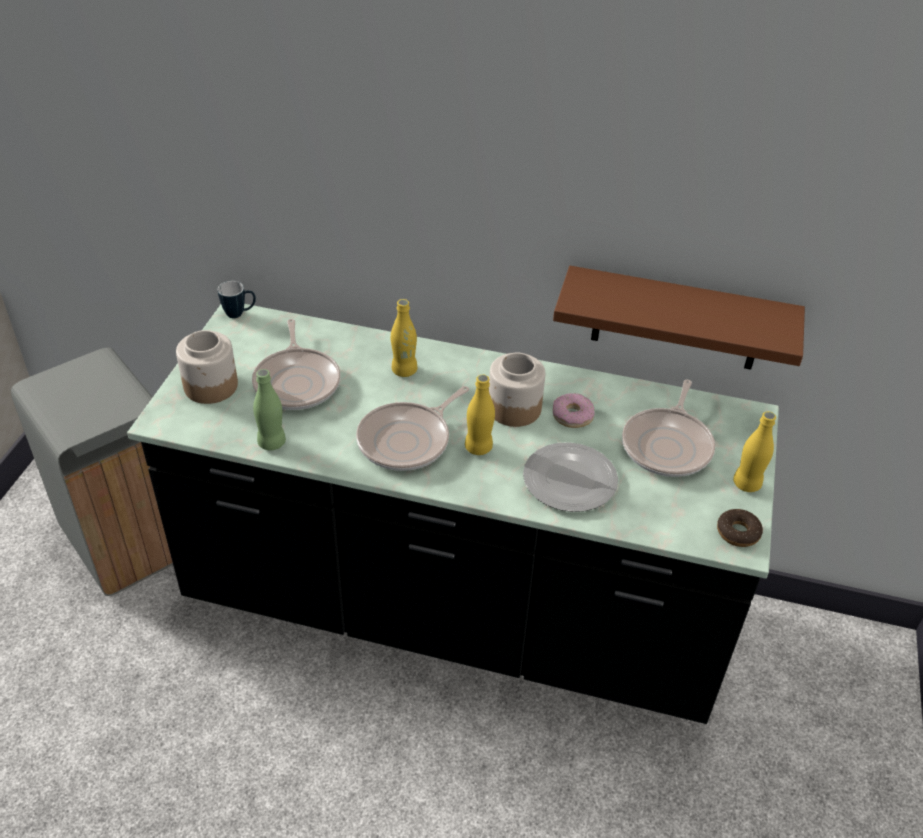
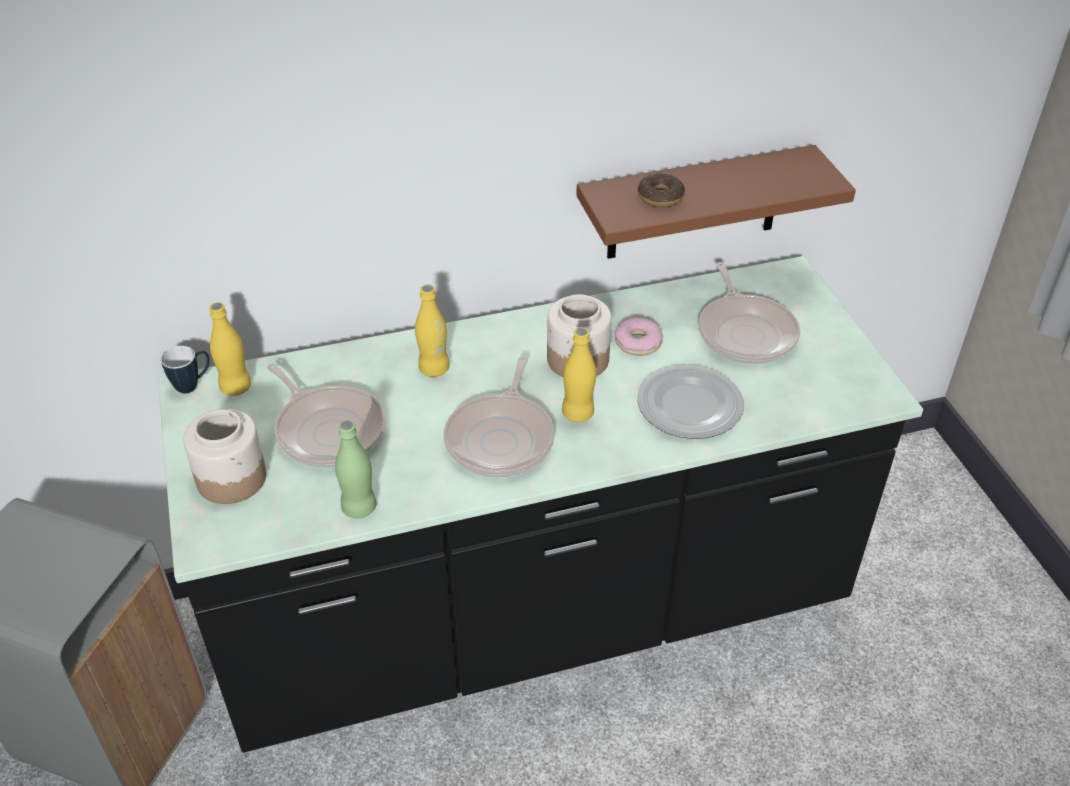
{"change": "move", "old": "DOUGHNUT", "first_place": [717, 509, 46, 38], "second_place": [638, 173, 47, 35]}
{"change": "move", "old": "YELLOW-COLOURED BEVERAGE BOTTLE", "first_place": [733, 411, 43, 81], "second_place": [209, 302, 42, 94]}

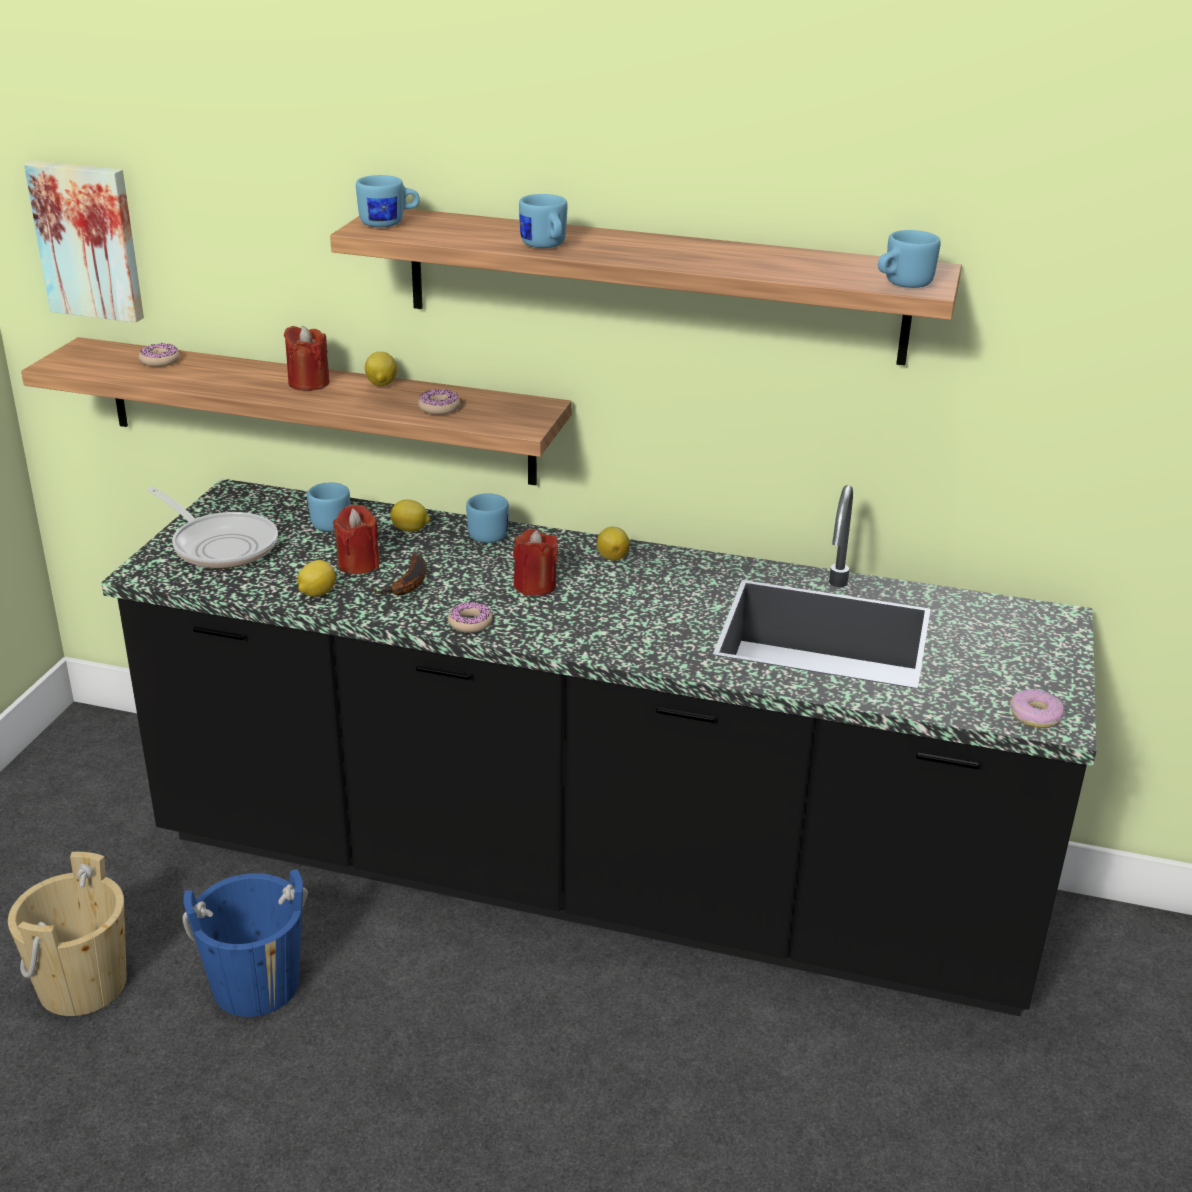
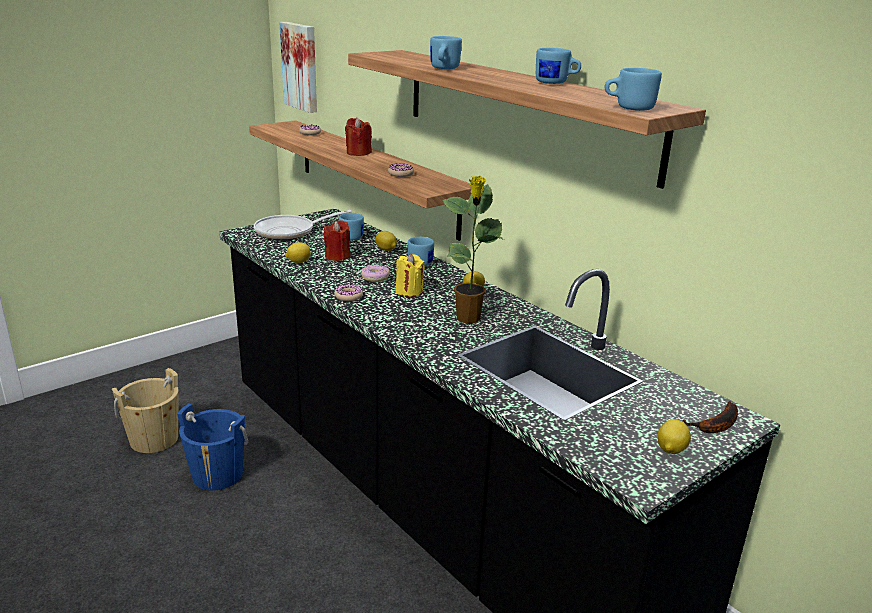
{"change": "rotate", "old": "FRYING PAN", "first_place": [147, 486, 131, 83], "second_place": [254, 210, 98, 30], "degrees": 75}
{"change": "move", "old": "BLUISH TEA MUG", "first_place": [356, 175, 64, 52], "second_place": [536, 48, 45, 36]}
{"change": "move", "old": "LEMON", "first_place": [365, 352, 32, 34], "second_place": [657, 419, 34, 35]}
{"change": "move", "old": "BANANA FRUIT", "first_place": [373, 554, 53, 41], "second_place": [683, 401, 55, 32]}
{"change": "recolor", "old": "RED WAX LIGHT", "new": "YELLOW-COLOURED WAX LIGHT", "first_place": [513, 529, 45, 67], "second_place": [396, 254, 29, 43]}
{"change": "move", "old": "DOUGHNUT", "first_place": [1010, 689, 54, 39], "second_place": [361, 264, 29, 18]}
{"change": "insert", "new": "HOUSEPLANT", "second_place": [443, 176, 61, 148]}

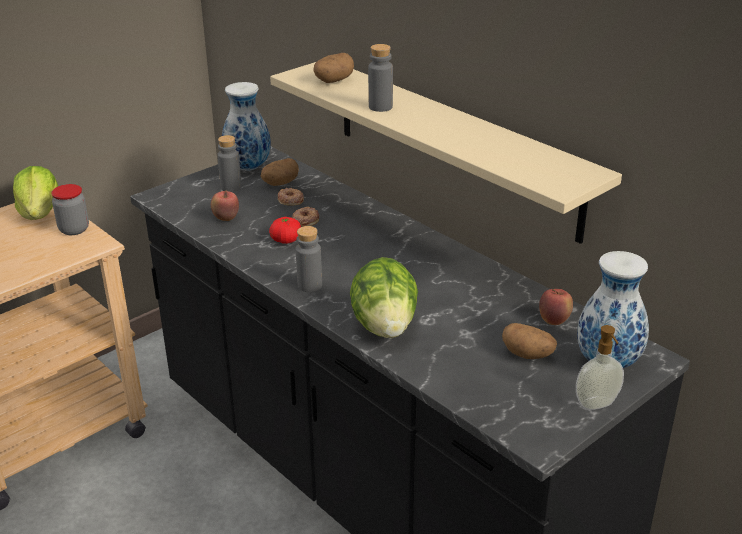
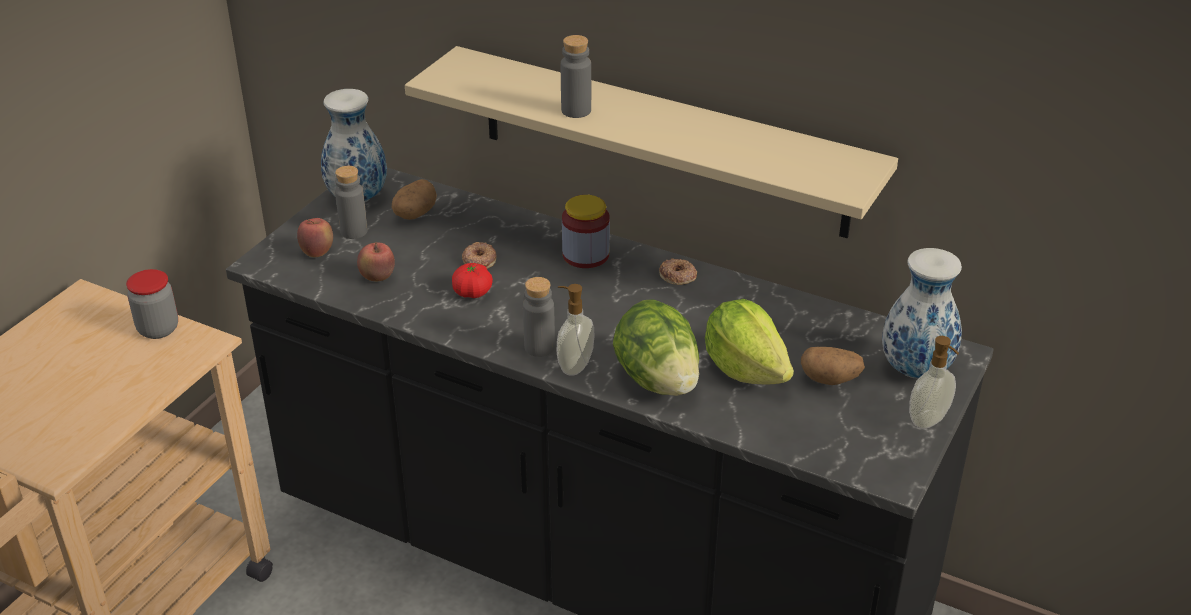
{"change": "move", "old": "HEAD OF LETTUCE", "first_place": [13, 166, 45, 54], "second_place": [705, 299, 89, 86]}
{"change": "move", "old": "DOUGHNUT", "first_place": [278, 188, 26, 18], "second_place": [659, 258, 38, 27]}
{"change": "delete", "old": "SPUD", "first_place": [313, 53, 41, 30]}
{"change": "move", "old": "WHOLE APPLE", "first_place": [539, 289, 34, 36], "second_place": [297, 218, 36, 39]}
{"change": "insert", "new": "SOAP BOTTLE", "second_place": [557, 284, 37, 92]}
{"change": "insert", "new": "JAR", "second_place": [562, 195, 48, 73]}

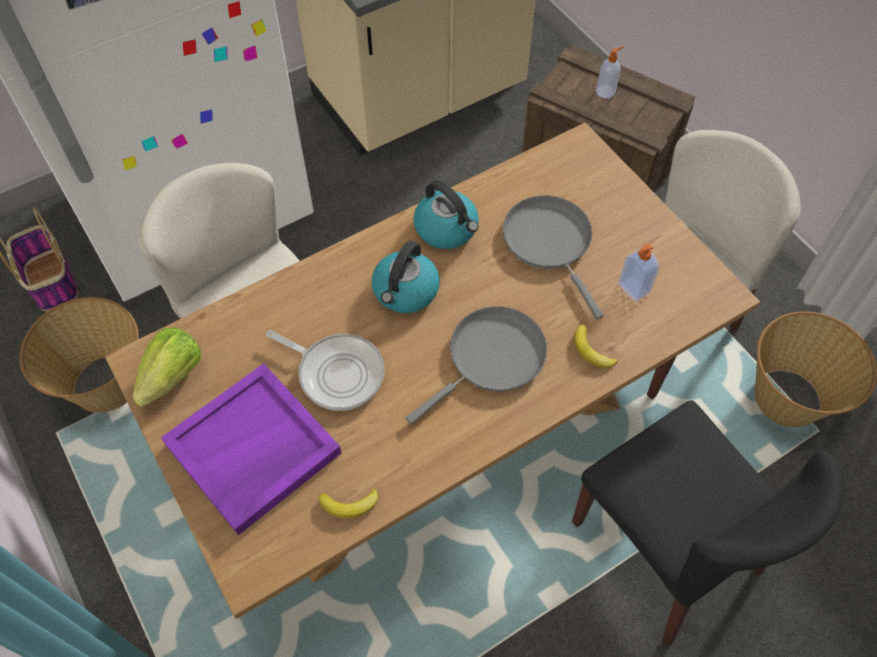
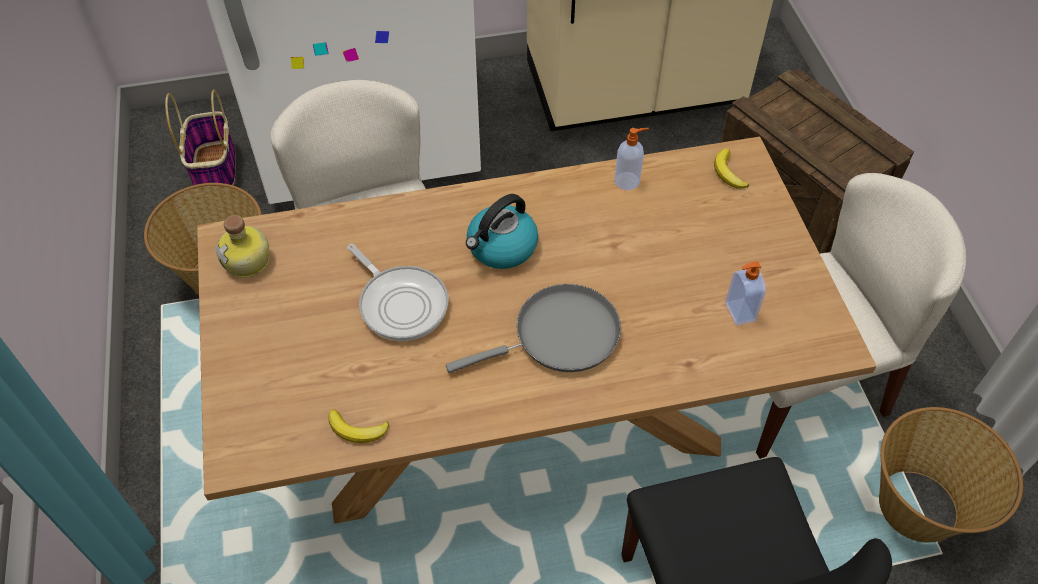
{"change": "replace", "old": "HEAD OF LETTUCE", "new": "BEVERAGE BOTTLE", "first_place": [132, 327, 69, 80], "second_place": [215, 215, 54, 63]}
{"change": "delete", "old": "PURPLISH CARRYING TRAY", "first_place": [161, 363, 180, 172]}
{"change": "delete", "old": "KETTLE", "first_place": [414, 180, 65, 69]}
{"change": "delete", "old": "GRAY FRYING PAN", "first_place": [503, 195, 101, 125]}
{"change": "move", "old": "BANANA FRUIT", "first_place": [574, 325, 44, 43], "second_place": [714, 148, 35, 41]}
{"change": "move", "old": "SOAP BOTTLE", "first_place": [596, 46, 28, 52], "second_place": [614, 128, 35, 62]}

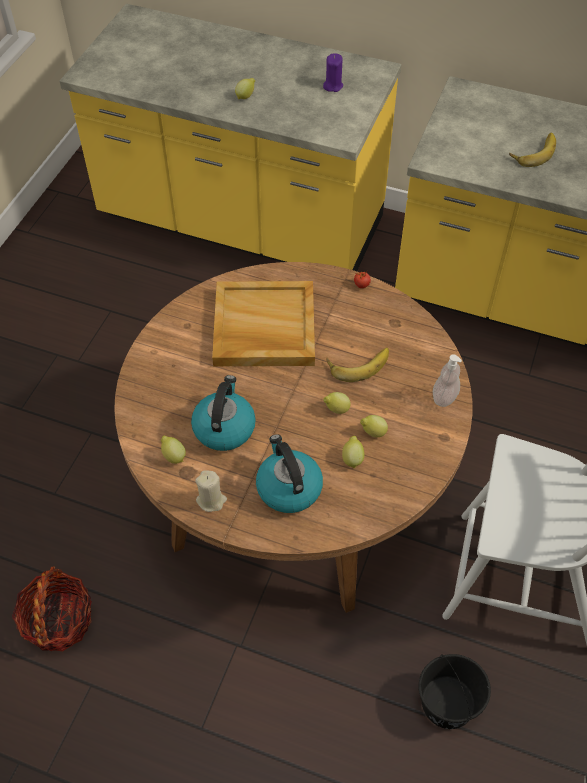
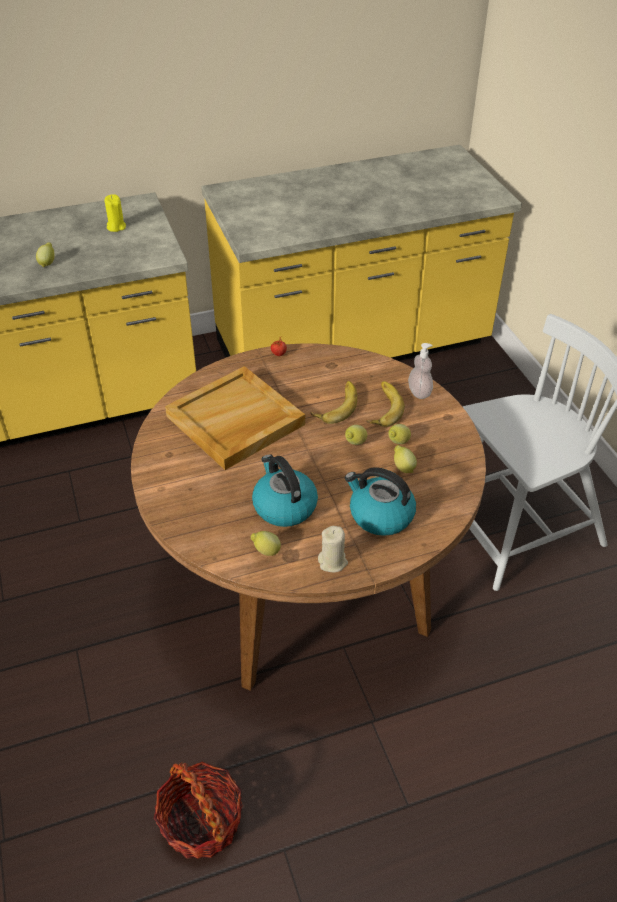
{"change": "recolor", "old": "PURPLISH WAX LIGHT", "new": "YELLOW-COLOURED WAX LIGHT", "first_place": [323, 53, 20, 39], "second_place": [104, 194, 22, 38]}
{"change": "delete", "old": "BLACKISH PAIL", "first_place": [419, 654, 72, 75]}
{"change": "move", "old": "BANANA FRUIT", "first_place": [509, 133, 47, 34], "second_place": [366, 381, 39, 46]}

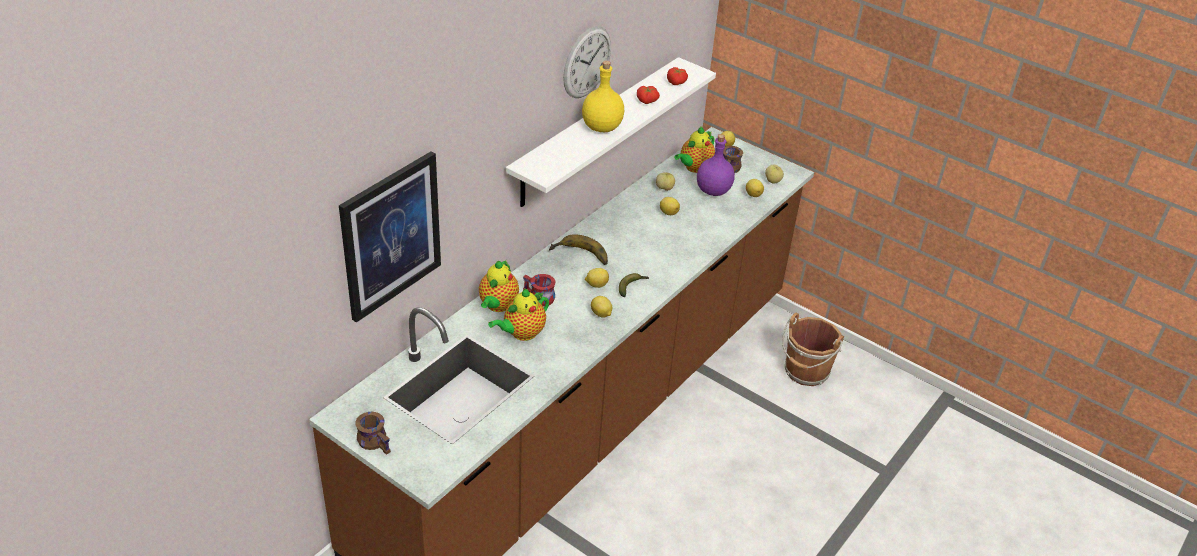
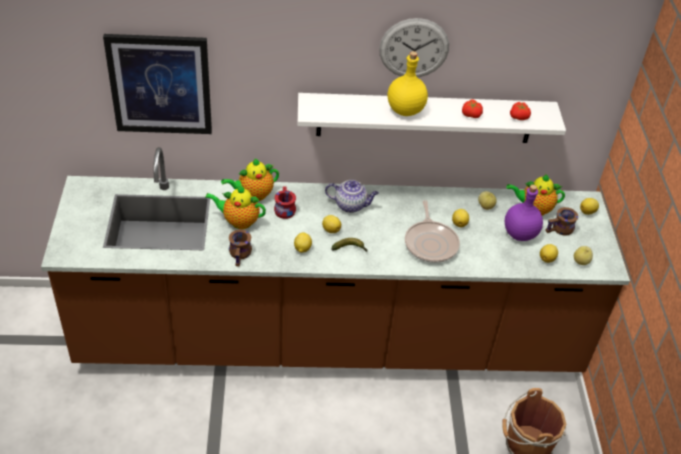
{"change": "move", "old": "BROWN TEA MUG", "first_place": [355, 412, 36, 43], "second_place": [229, 230, 23, 37]}
{"change": "replace", "old": "BANANA FRUIT", "new": "POT FOR TEA", "first_place": [549, 234, 59, 31], "second_place": [325, 180, 54, 33]}
{"change": "insert", "new": "FRYING PAN", "second_place": [405, 200, 55, 63]}

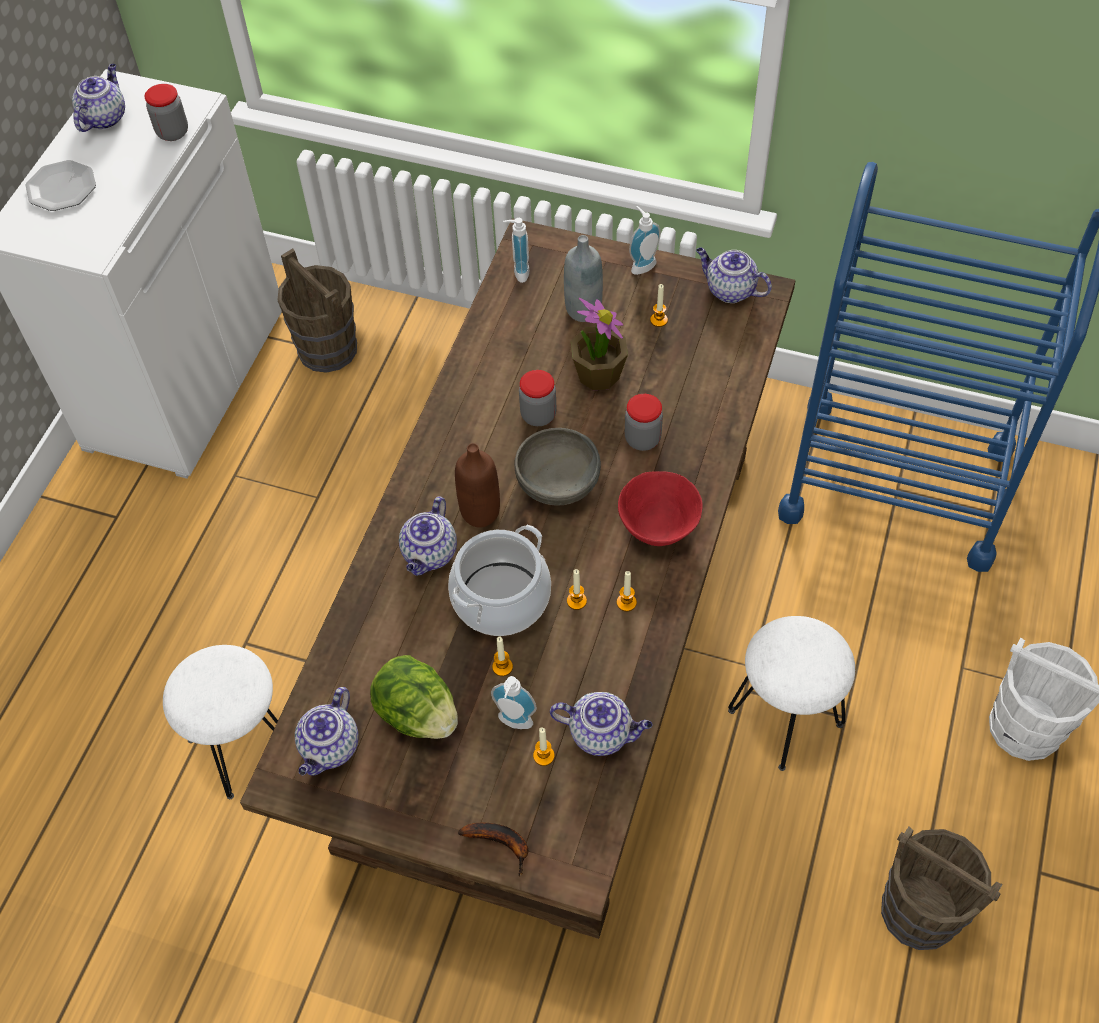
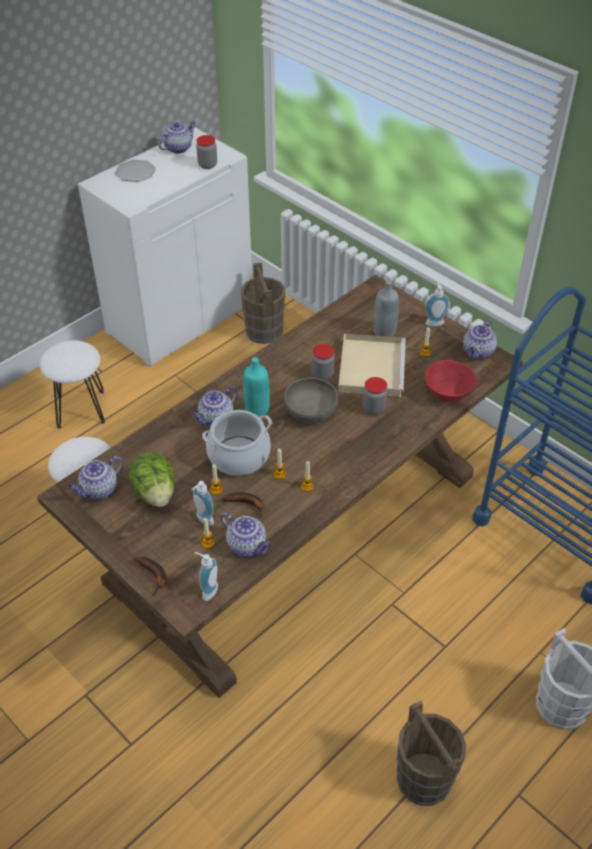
{"change": "recolor", "old": "BROWN BEVERAGE BOTTLE", "new": "TURQUOISE BEVERAGE BOTTLE", "first_place": [455, 443, 45, 84], "second_place": [243, 357, 27, 60]}
{"change": "move", "old": "SOAP BOTTLE", "first_place": [503, 218, 27, 65], "second_place": [195, 552, 23, 49]}
{"change": "replace", "old": "HOUSEPLANT", "new": "BEIGE CARRYING TRAY", "first_place": [571, 297, 57, 93], "second_place": [338, 334, 68, 64]}
{"change": "move", "old": "RED DEEP DISH", "first_place": [618, 471, 84, 75], "second_place": [425, 360, 51, 42]}
{"change": "rotate", "old": "POT FOR TEA", "first_place": [696, 248, 76, 55], "second_place": [463, 319, 34, 40], "degrees": -120}
{"change": "move", "old": "WHITISH STOOL SEAT", "first_place": [728, 616, 127, 155], "second_place": [40, 340, 65, 89]}
{"change": "insert", "new": "BANANA FRUIT", "second_place": [222, 493, 42, 25]}

